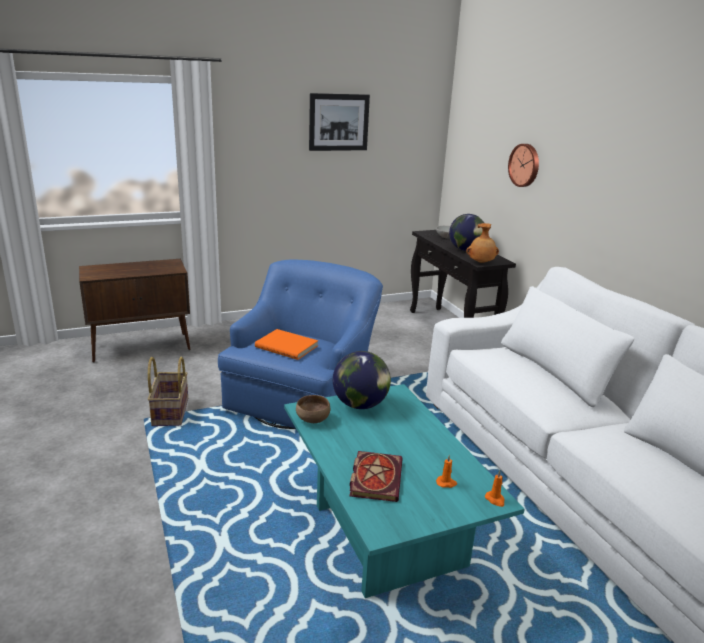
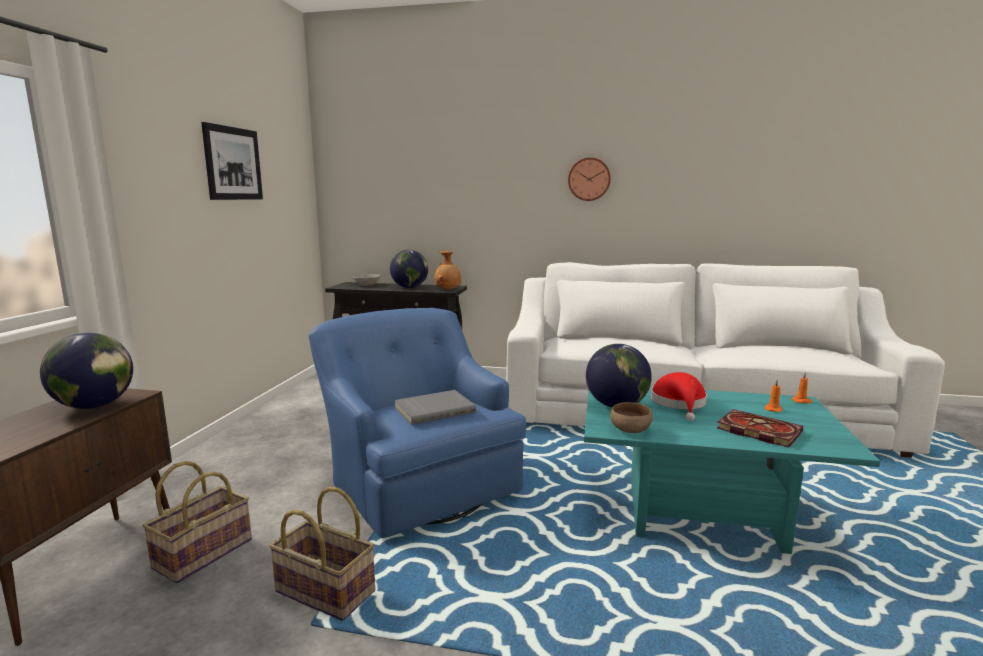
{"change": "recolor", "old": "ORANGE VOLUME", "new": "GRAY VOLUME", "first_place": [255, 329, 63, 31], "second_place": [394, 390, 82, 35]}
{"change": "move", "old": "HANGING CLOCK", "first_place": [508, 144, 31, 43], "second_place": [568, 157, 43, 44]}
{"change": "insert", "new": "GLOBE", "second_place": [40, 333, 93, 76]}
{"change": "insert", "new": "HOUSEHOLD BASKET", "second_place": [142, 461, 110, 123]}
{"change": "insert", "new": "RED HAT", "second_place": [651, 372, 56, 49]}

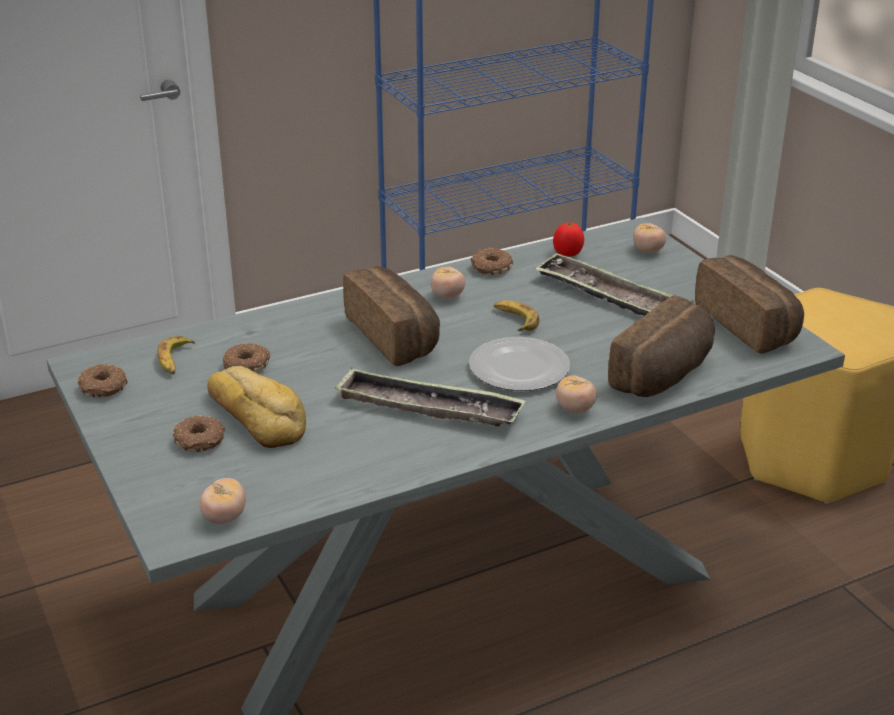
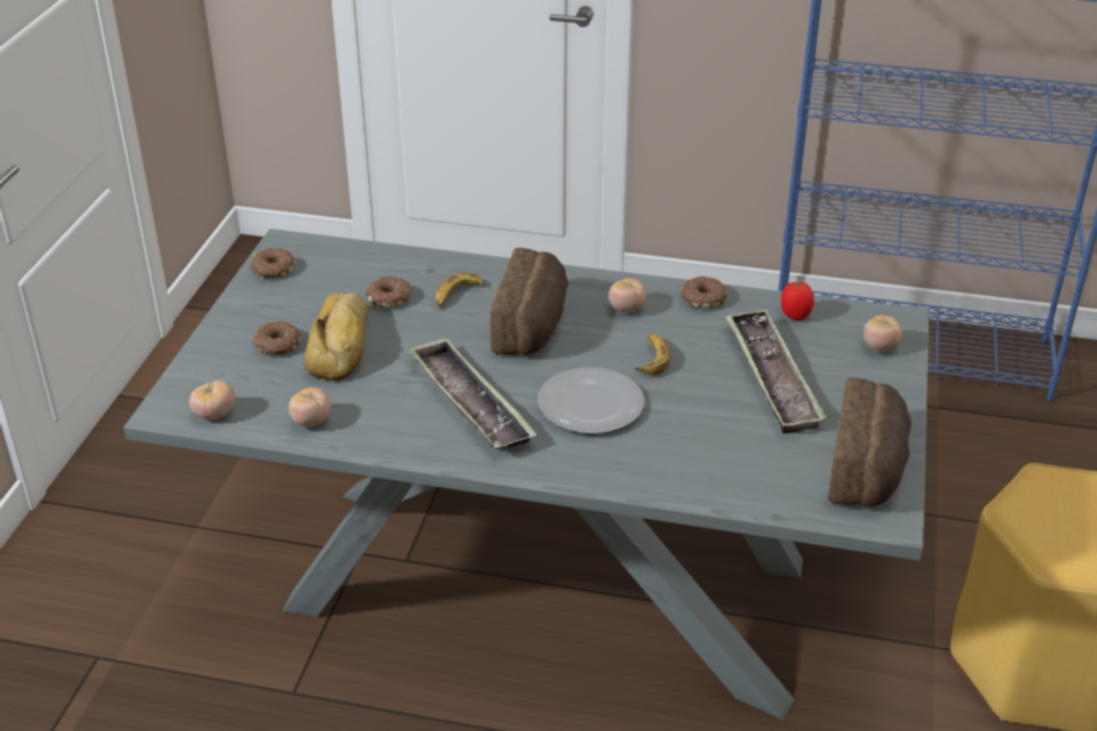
{"change": "move", "old": "BANANA FRUIT", "first_place": [157, 335, 38, 40], "second_place": [435, 273, 50, 34]}
{"change": "move", "old": "WHOLE TOMATO", "first_place": [556, 375, 41, 38], "second_place": [289, 387, 42, 40]}
{"change": "delete", "old": "BAKERY BREAD", "first_place": [608, 296, 107, 101]}

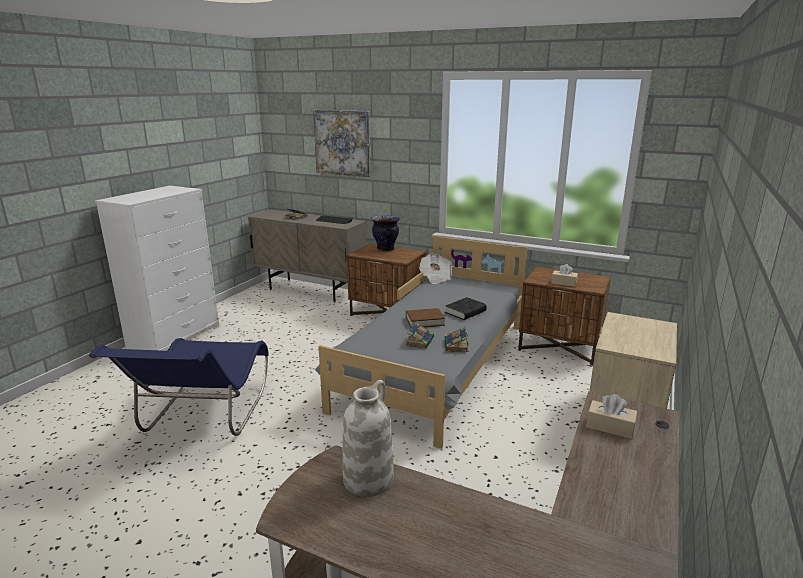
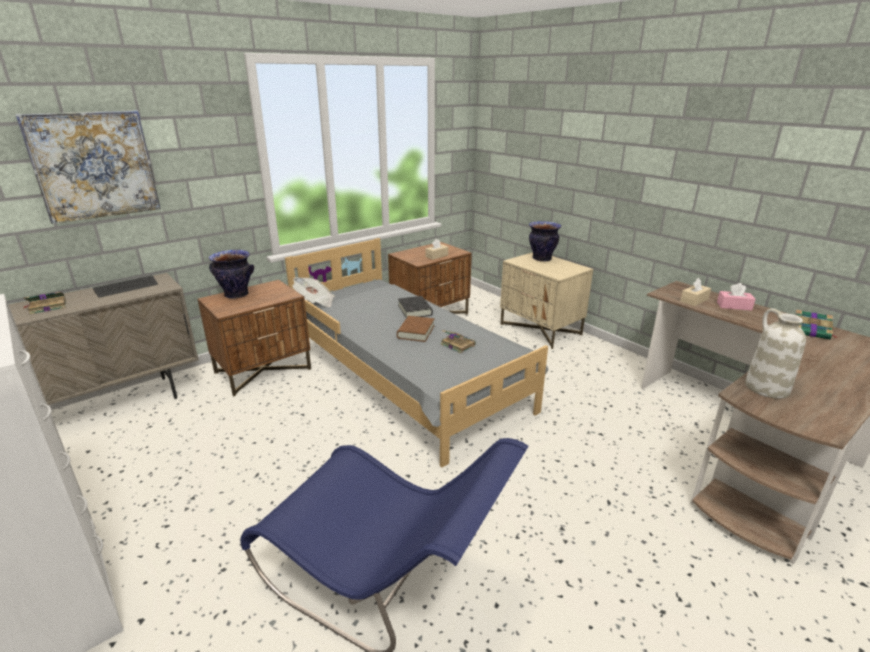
{"change": "move", "old": "VOLUME", "first_place": [444, 327, 25, 26], "second_place": [796, 310, 41, 30]}
{"change": "insert", "new": "VASE", "second_place": [529, 221, 32, 41]}
{"change": "insert", "new": "PINK TISSUE HOLDER", "second_place": [717, 283, 39, 28]}

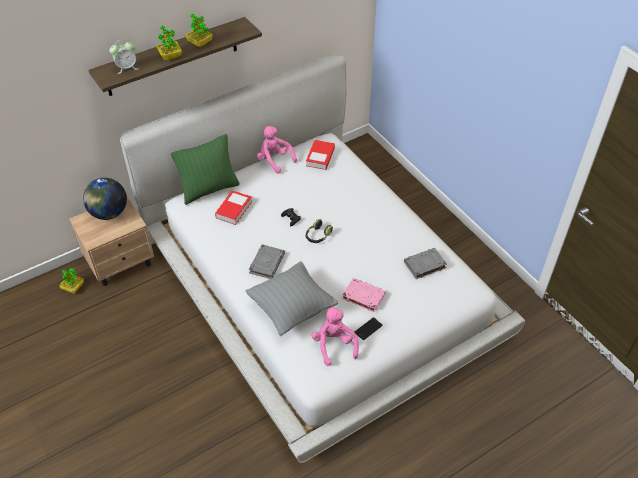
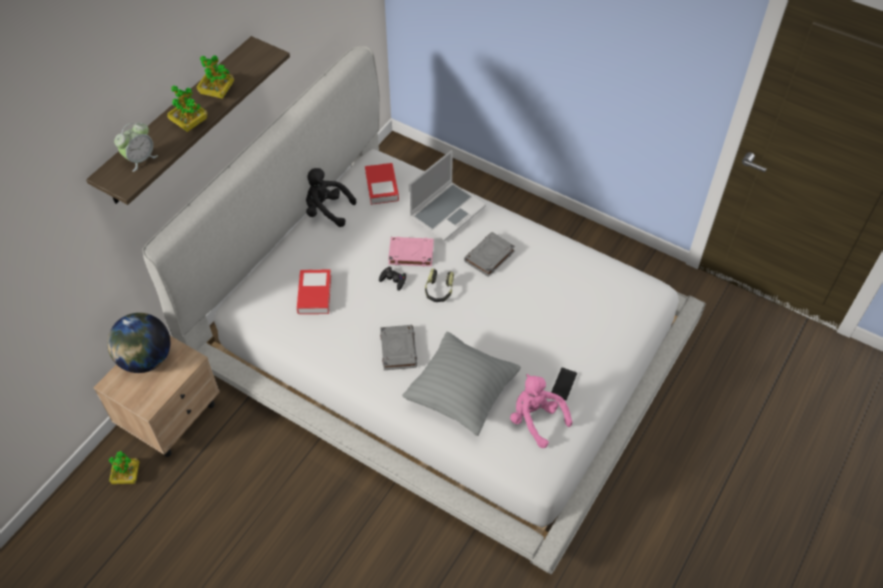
{"change": "delete", "old": "GREEN-COLOURED PILLOW", "first_place": [171, 134, 69, 71]}
{"change": "recolor", "old": "PINK PLUSH TOY", "new": "BLACKISH PLUSH TOY", "first_place": [257, 126, 40, 48], "second_place": [306, 168, 50, 59]}
{"change": "move", "old": "PINK VOLUME", "first_place": [342, 278, 44, 34], "second_place": [388, 237, 46, 30]}
{"change": "move", "old": "GRAY VOLUME", "first_place": [404, 248, 43, 31], "second_place": [464, 232, 51, 45]}
{"change": "insert", "new": "LAPTOP", "second_place": [409, 150, 77, 91]}

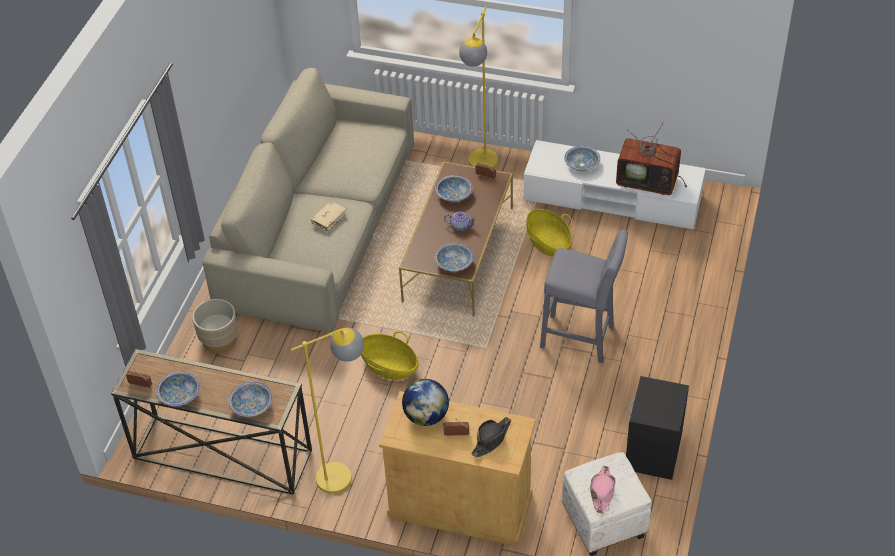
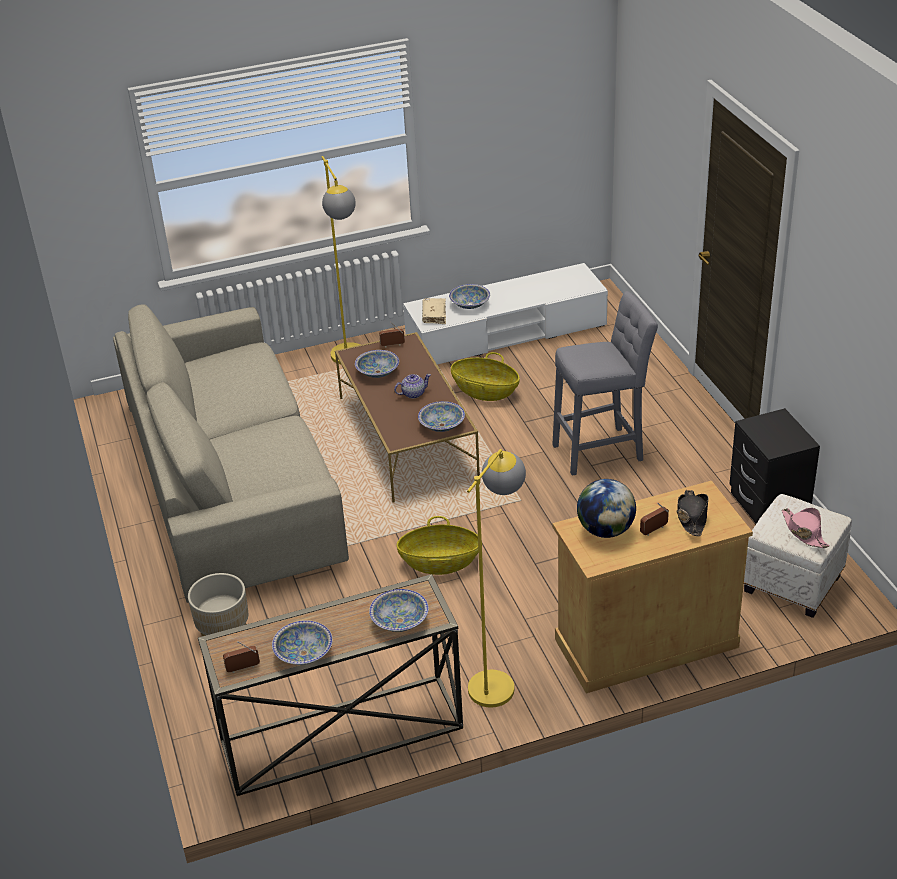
{"change": "move", "old": "BEIGE VOLUME", "first_place": [311, 201, 35, 32], "second_place": [422, 298, 24, 26]}
{"change": "delete", "old": "TV SET", "first_place": [616, 122, 71, 73]}

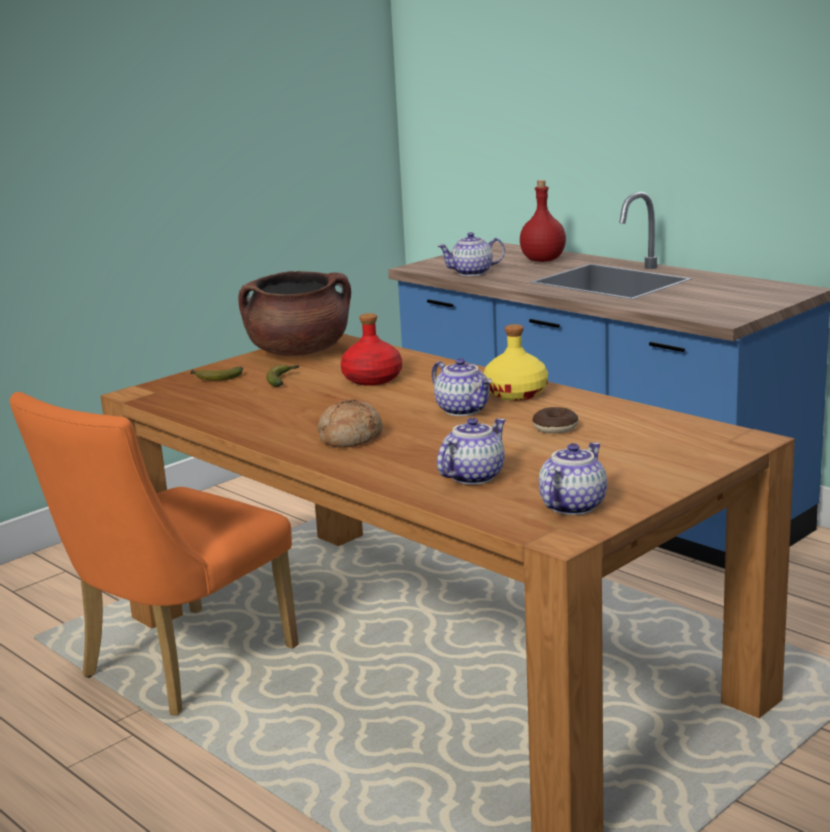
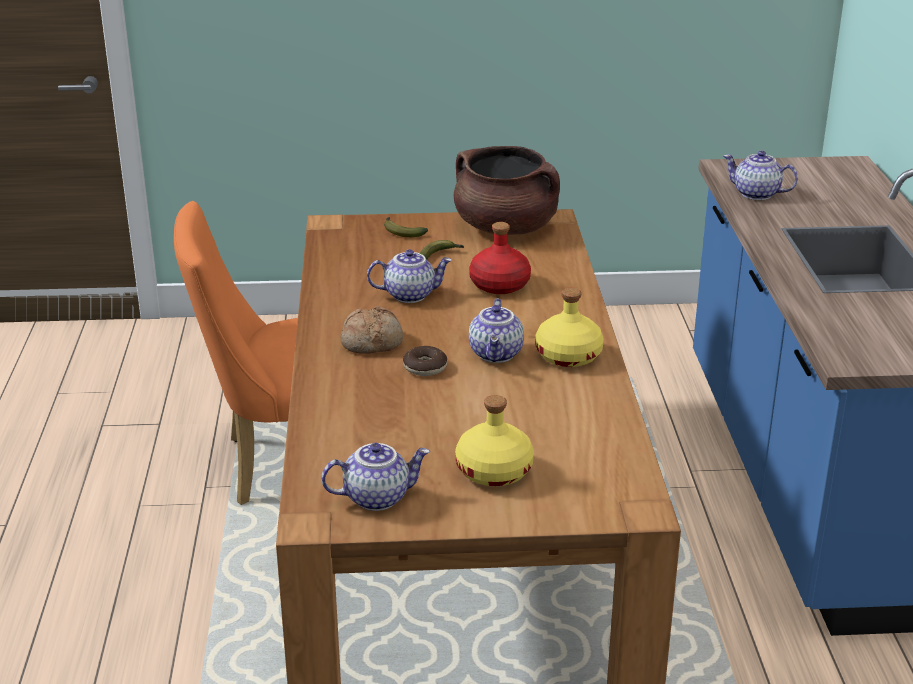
{"change": "move", "old": "POT FOR TEA", "first_place": [437, 418, 69, 67], "second_place": [367, 249, 85, 54]}
{"change": "delete", "old": "RED BEVERAGE BOTTLE", "first_place": [520, 180, 46, 82]}
{"change": "move", "old": "DOUGHNUT", "first_place": [532, 407, 46, 26], "second_place": [403, 346, 44, 30]}
{"change": "insert", "new": "YELLOW-COLOURED BEVERAGE BOTTLE", "second_place": [455, 395, 79, 91]}

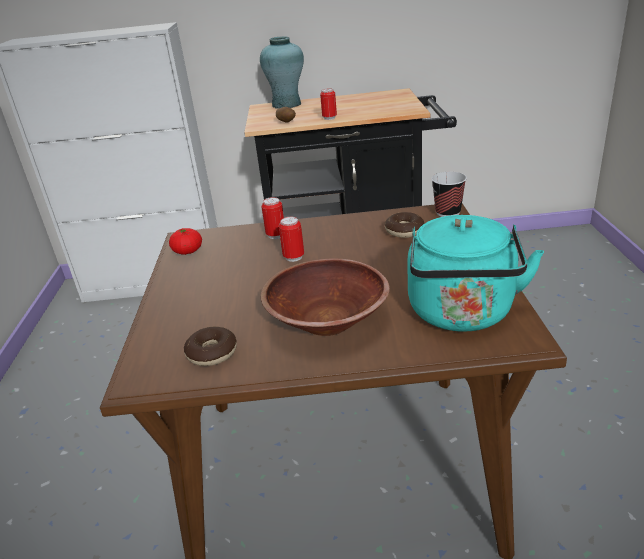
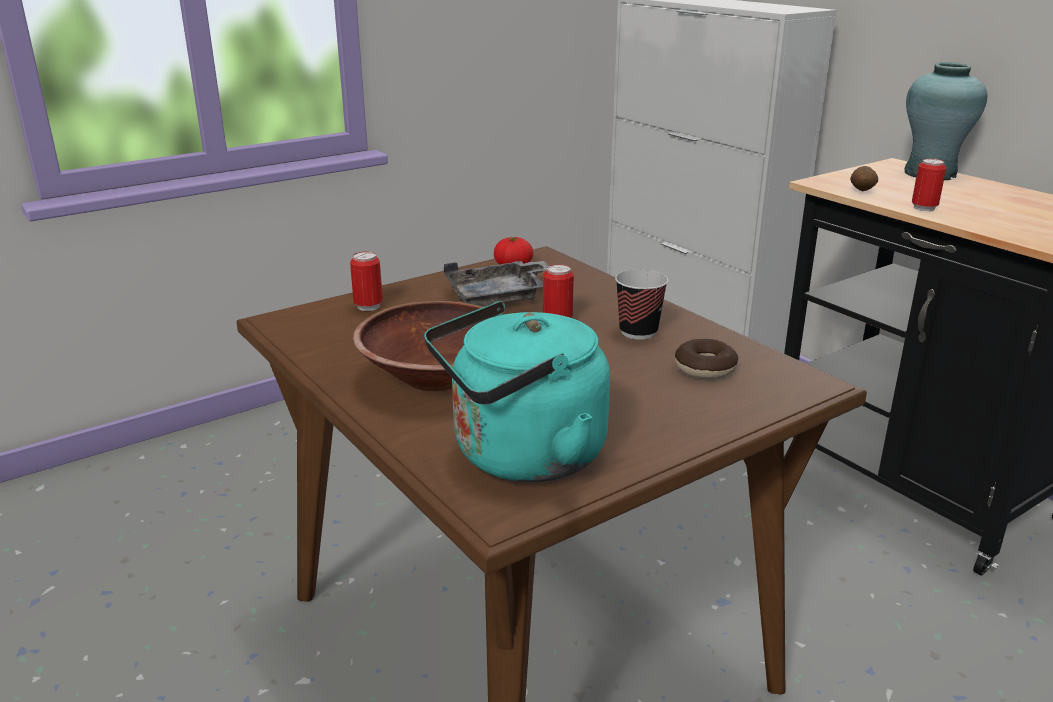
{"change": "delete", "old": "DOUGHNUT", "first_place": [184, 327, 53, 39]}
{"change": "move", "old": "METAL CAN", "first_place": [261, 197, 23, 42], "second_place": [350, 251, 33, 60]}
{"change": "move", "old": "DRINKING CUP", "first_place": [431, 172, 36, 45], "second_place": [615, 269, 53, 71]}
{"change": "insert", "new": "GRAY CARRYING TRAY", "second_place": [444, 261, 105, 45]}

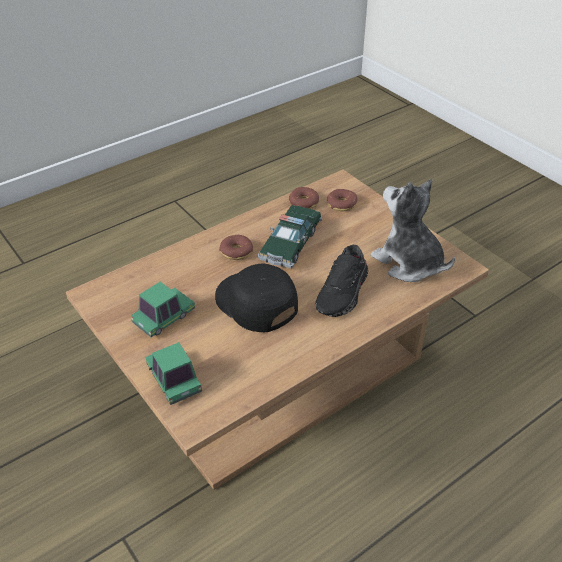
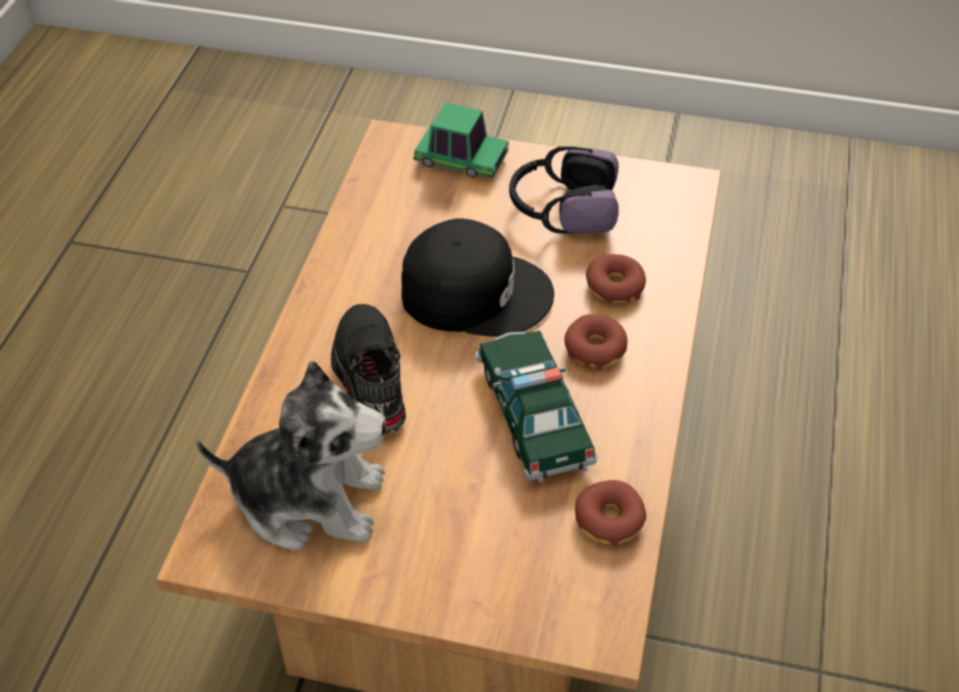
{"change": "replace", "old": "MODEL CAR", "new": "HEADPHONES", "first_place": [131, 282, 64, 55], "second_place": [509, 147, 110, 87]}
{"change": "move", "old": "DOUGHNUT", "first_place": [327, 189, 30, 22], "second_place": [586, 254, 60, 49]}

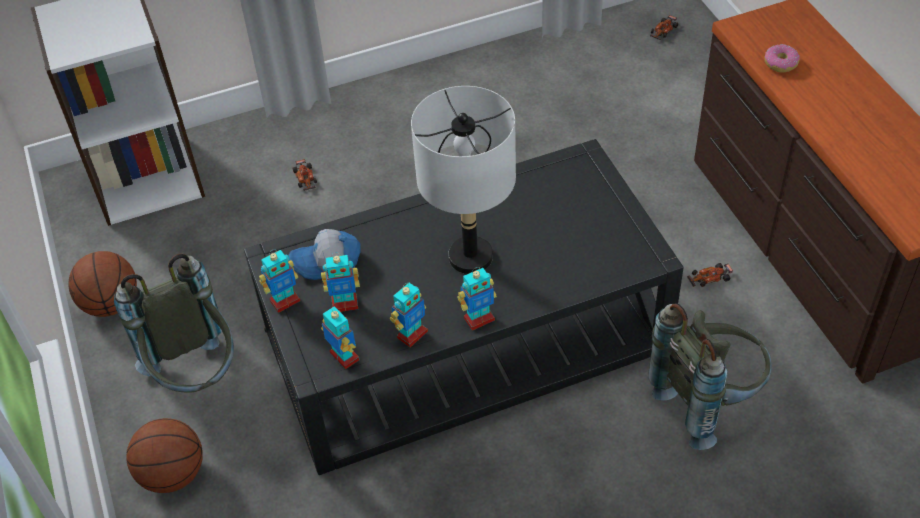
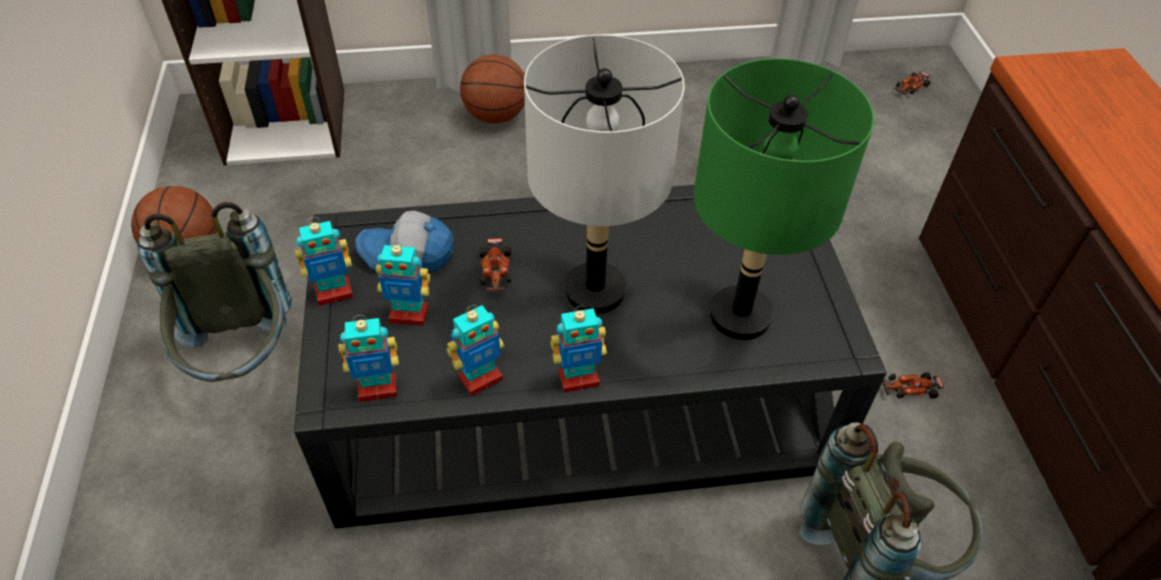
{"change": "move", "old": "BASKETBALL BALL", "first_place": [126, 418, 77, 75], "second_place": [460, 55, 65, 68]}
{"change": "move", "old": "MODEL CAR", "first_place": [293, 159, 24, 32], "second_place": [479, 238, 32, 54]}
{"change": "rotate", "old": "TOY ROBOT", "first_place": [321, 306, 39, 63], "second_place": [338, 315, 61, 87], "degrees": 105}
{"change": "delete", "old": "DOUGHNUT", "first_place": [764, 44, 36, 29]}
{"change": "insert", "new": "GREEN-COLOURED TABLE LAMP", "second_place": [694, 58, 180, 282]}

